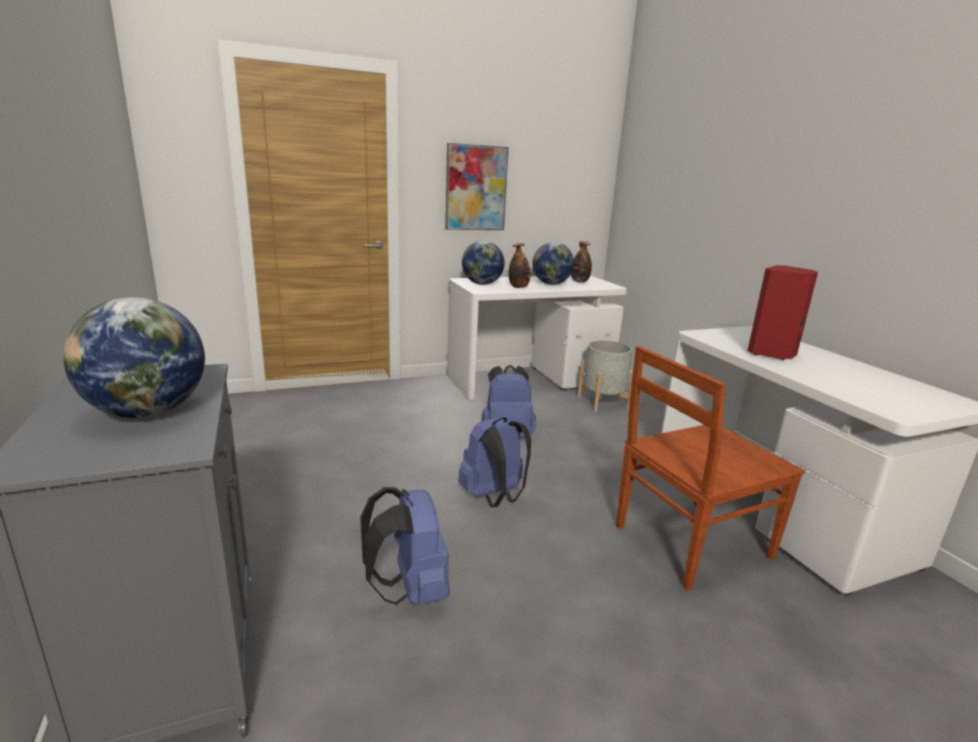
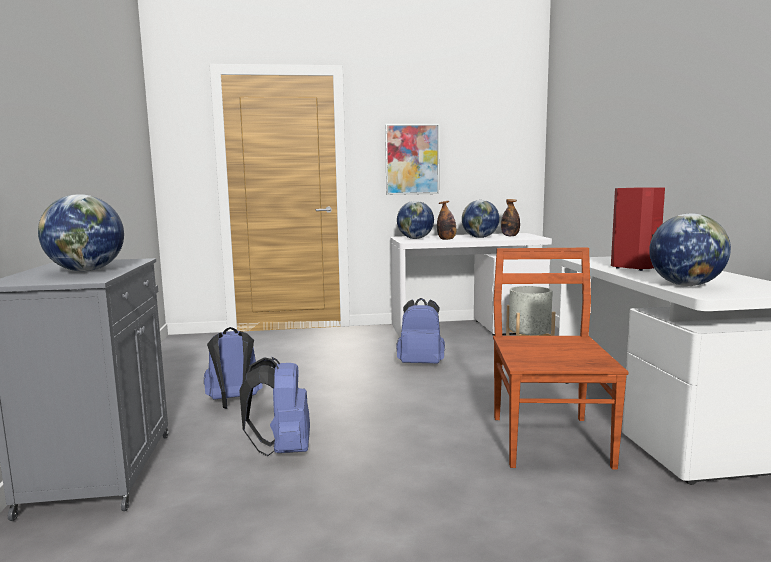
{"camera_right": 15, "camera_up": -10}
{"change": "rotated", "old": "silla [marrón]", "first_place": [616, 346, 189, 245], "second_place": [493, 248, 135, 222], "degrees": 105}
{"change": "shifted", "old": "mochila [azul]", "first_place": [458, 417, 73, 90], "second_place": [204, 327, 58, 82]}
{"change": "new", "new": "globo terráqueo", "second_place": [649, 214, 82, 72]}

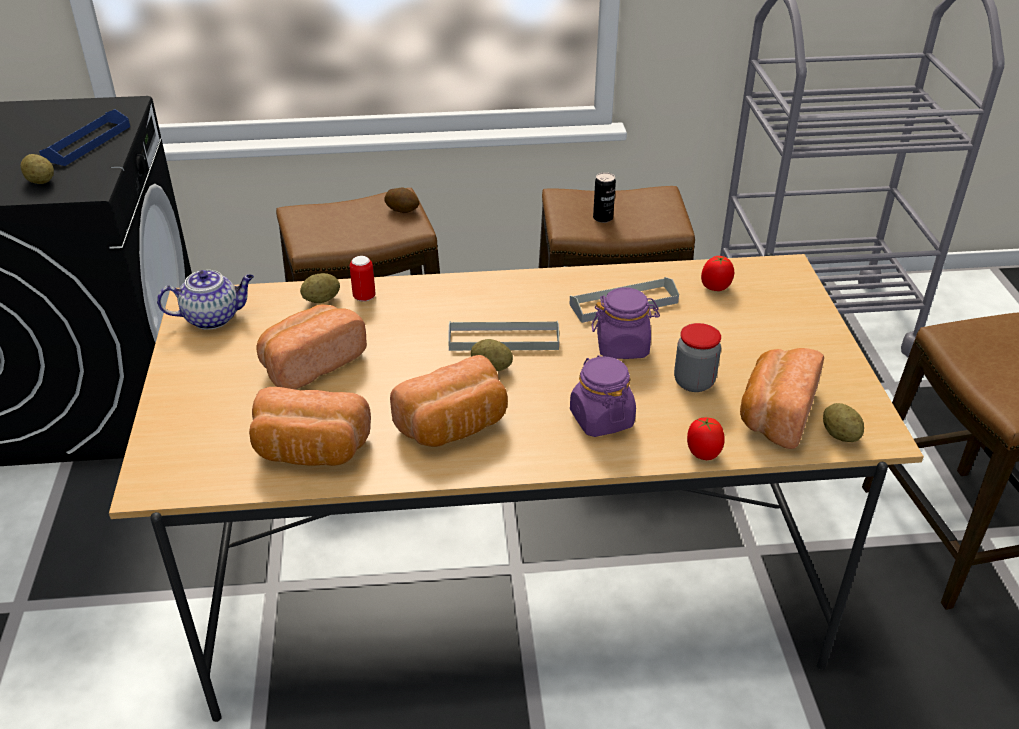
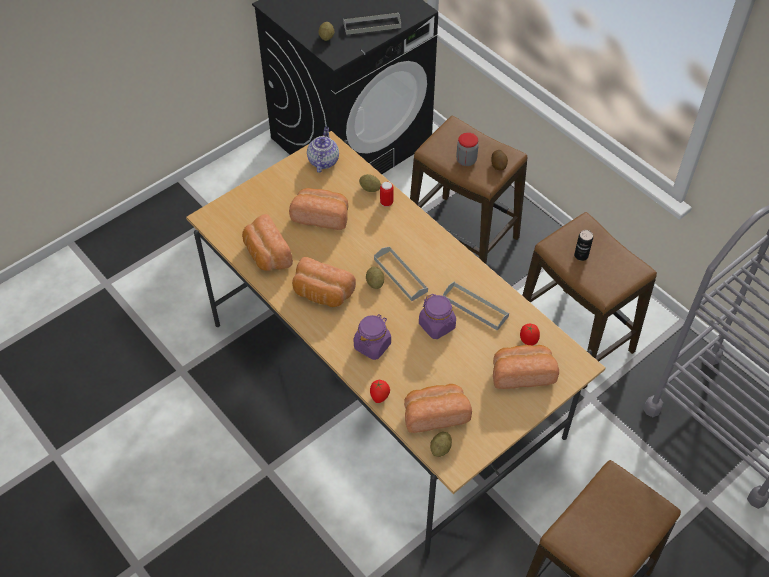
{"camera_right": 55, "camera_up": 15}
{"change": "repainted", "old": "bandeja [azul]", "new": "bandeja [gris]", "first_place": [39, 109, 91, 57], "second_place": [343, 12, 58, 23]}
{"change": "rotated", "old": "tetera", "first_place": [157, 270, 97, 60], "second_place": [307, 127, 32, 46], "degrees": -120}
{"change": "shifted", "old": "tarro", "first_place": [674, 323, 47, 69], "second_place": [456, 133, 23, 33]}
{"change": "new", "new": "pan", "second_place": [493, 345, 66, 44]}

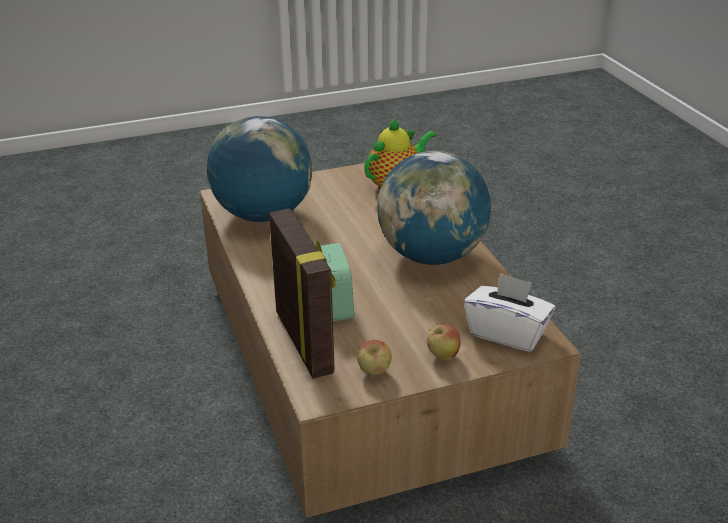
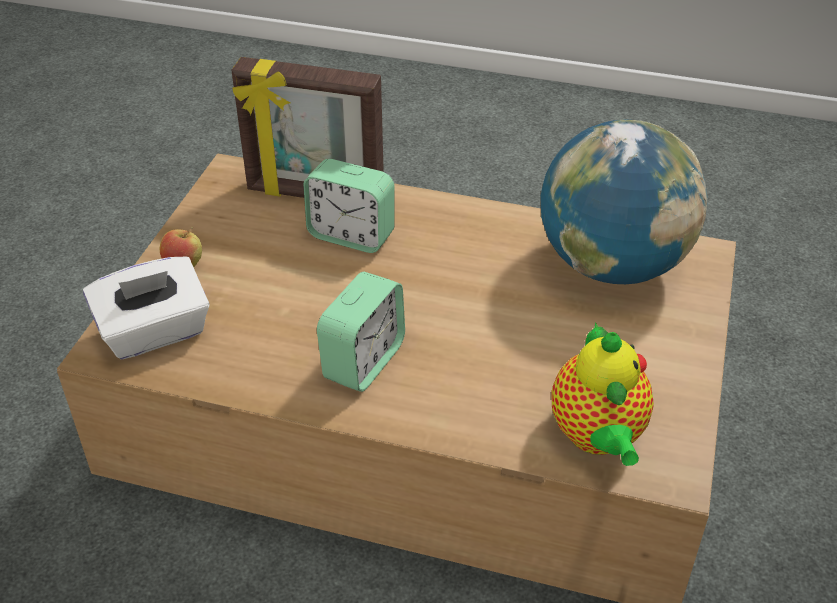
{"camera_right": 125, "camera_up": 10}
{"change": "swapped", "old": "globo terráqueo", "new": "despertador", "first_place": [377, 151, 114, 114], "second_place": [317, 272, 88, 120]}
{"change": "gone", "old": "manzana", "first_place": [357, 340, 35, 35]}

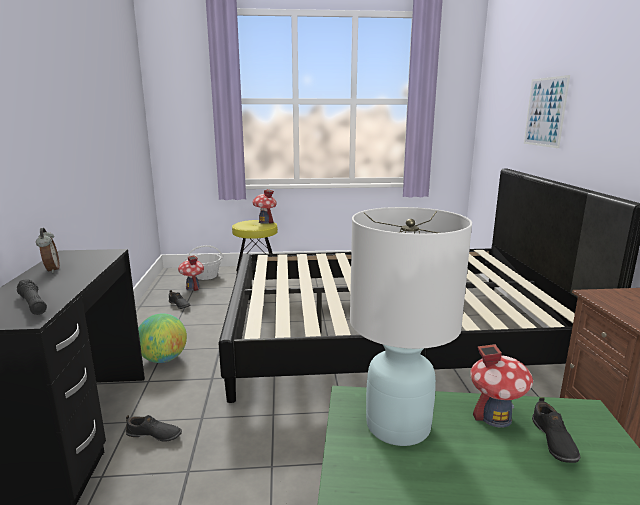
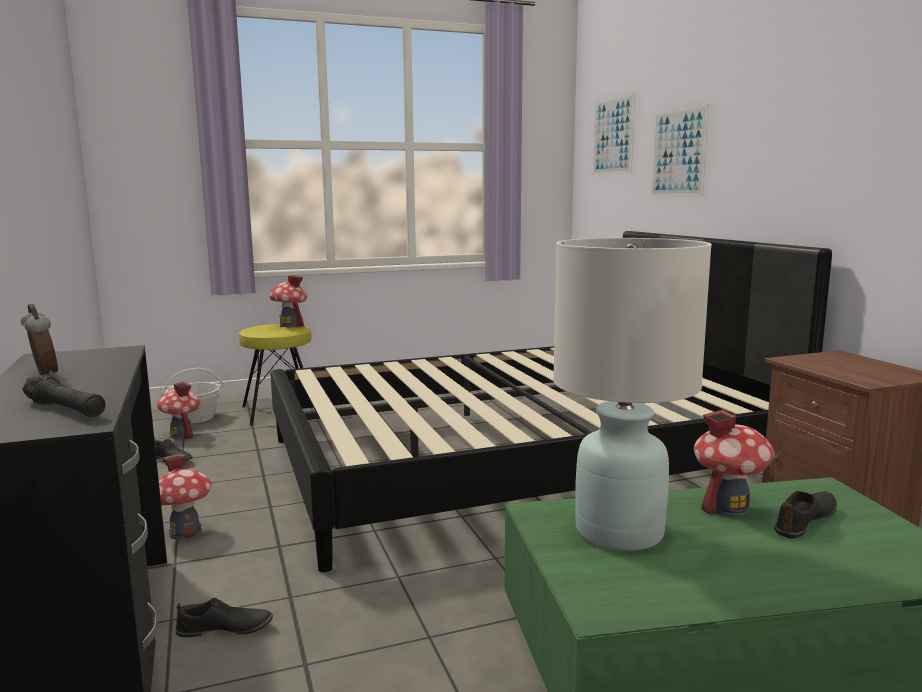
{"camera_right": -15, "camera_up": -5}
{"change": "swapped", "old": "globo terráqueo", "new": "casita", "first_place": [138, 313, 49, 50], "second_place": [159, 454, 52, 86]}
{"change": "rotated", "old": "zapato [negro]", "first_place": [532, 397, 48, 66], "second_place": [774, 491, 63, 47], "degrees": -120}
{"change": "new", "new": "cuadro", "second_place": [592, 93, 43, 82]}

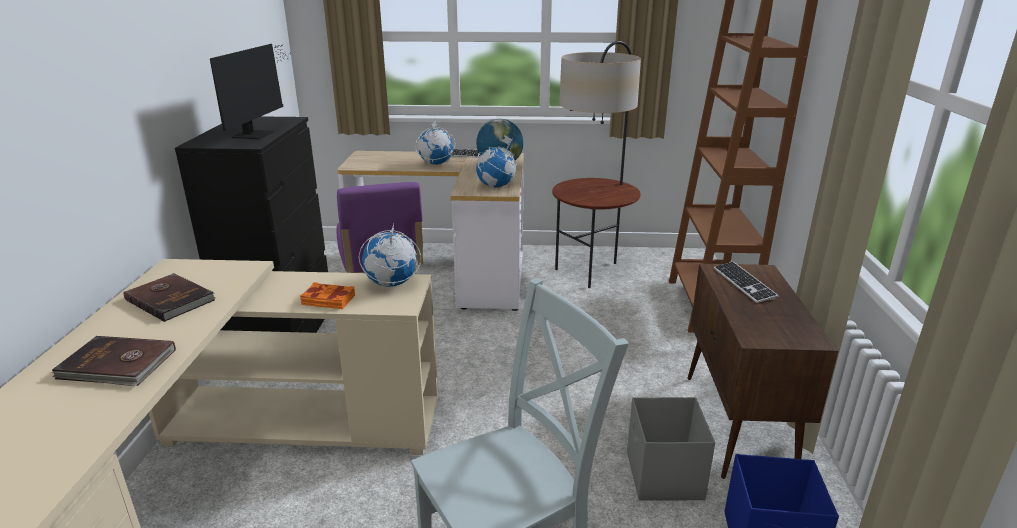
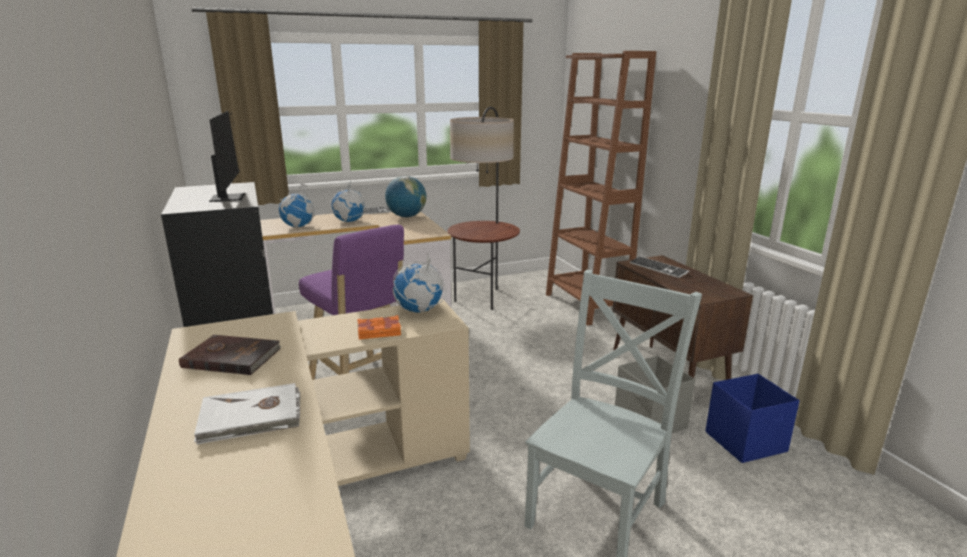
{"camera_right": -25, "camera_up": -5}
{"change": "shifted", "old": "globo terráqueo", "first_place": [476, 135, 41, 53], "second_place": [279, 182, 37, 46]}
{"change": "repainted", "old": "libro [marrón]", "new": "libro [blanco]", "first_place": [52, 336, 124, 50], "second_place": [194, 383, 106, 61]}

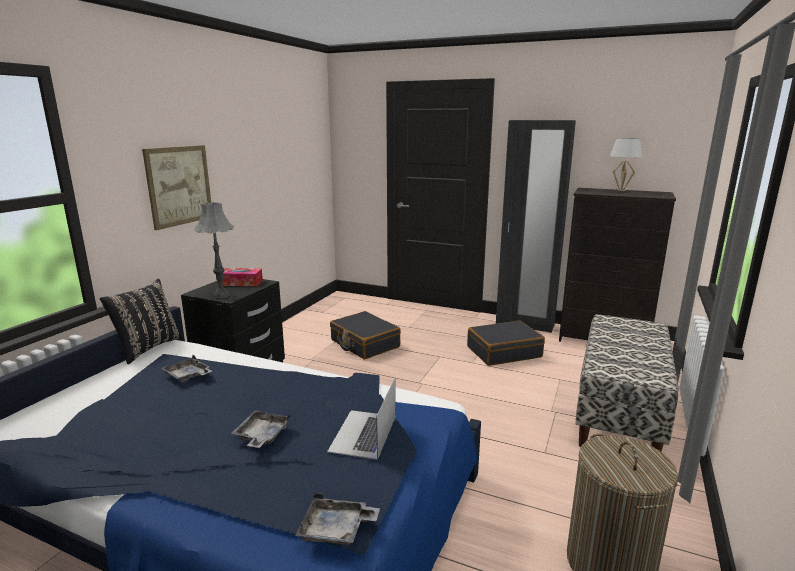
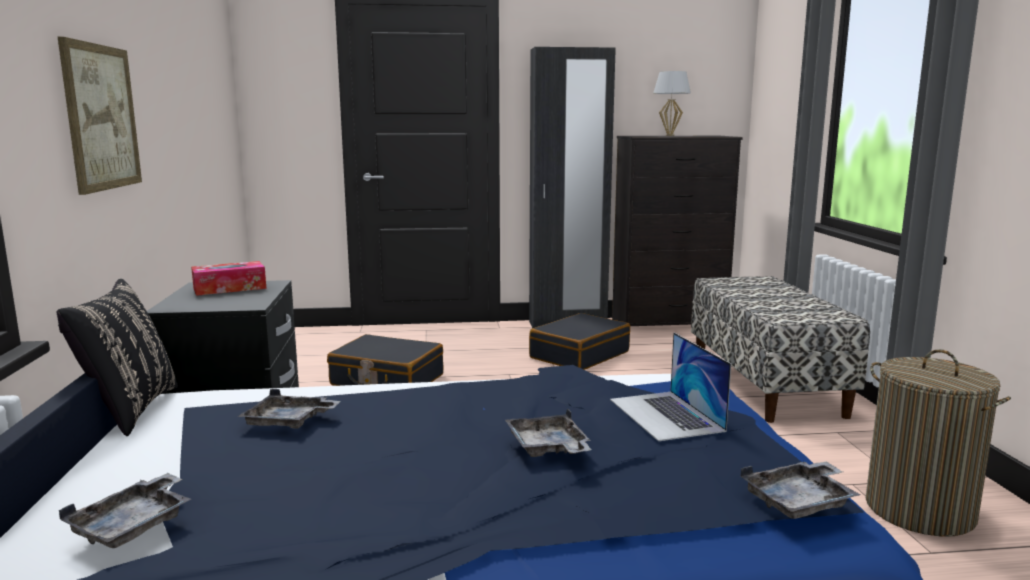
{"camera_right": -30, "camera_up": -5}
{"change": "gone", "old": "lámpara de mesa [gris]", "first_place": [195, 202, 39, 96]}
{"change": "new", "new": "bandeja [gris]", "second_place": [59, 473, 132, 75]}

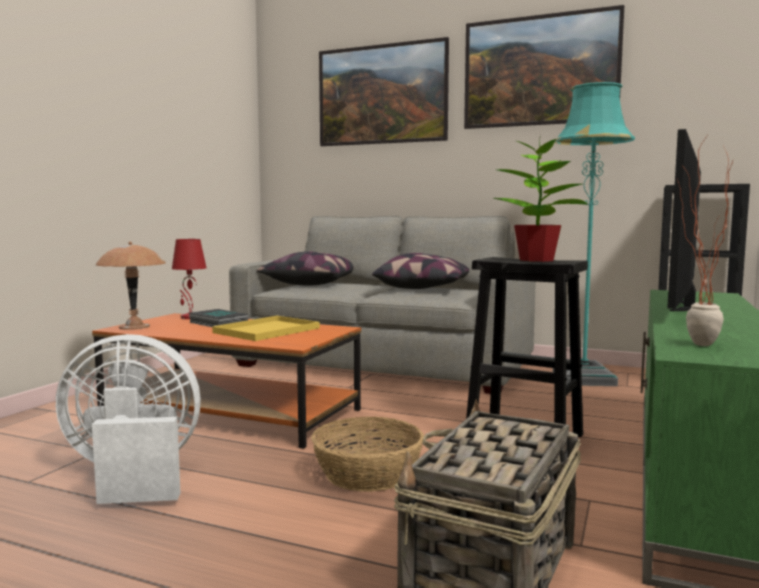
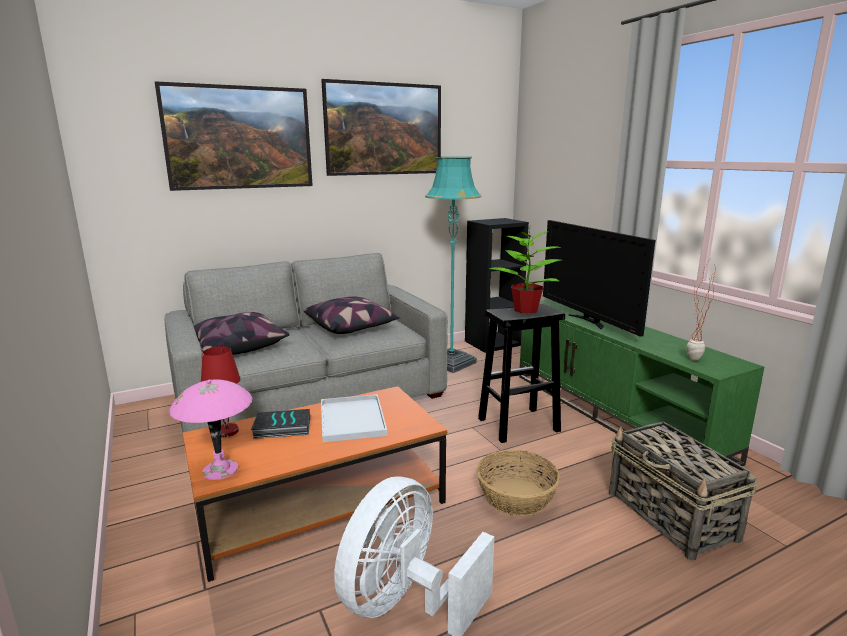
{"camera_right": -50, "camera_up": 10}
{"change": "repainted", "old": "lámpara de mesa [marrón]", "new": "lámpara de mesa [rosa]", "first_place": [96, 242, 70, 88], "second_place": [169, 379, 83, 101]}
{"change": "repainted", "old": "bandeja [amarillo]", "new": "bandeja [blanco]", "first_place": [212, 316, 108, 25], "second_place": [321, 394, 66, 48]}

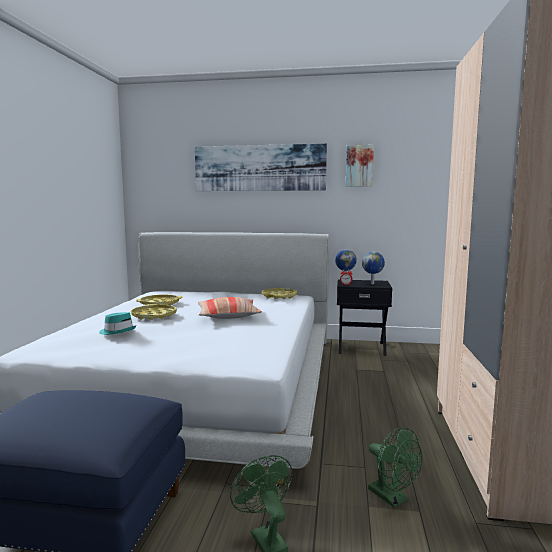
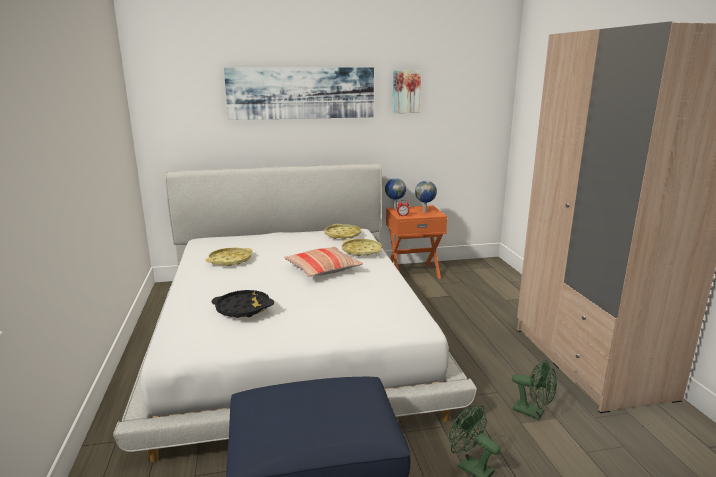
{"camera_right": -20, "camera_up": 10}
{"change": "repainted", "old": "mesita de noche [negro]", "new": "mesita de noche [naranja]", "first_place": [337, 280, 55, 76], "second_place": [386, 205, 61, 74]}
{"change": "shifted", "old": "bandeja [amarillo]", "first_place": [131, 304, 46, 16], "second_place": [342, 239, 40, 17]}
{"change": "swapped", "old": "sombrero [turquesa]", "new": "bandeja [negro]", "first_place": [99, 312, 38, 23], "second_place": [211, 290, 63, 28]}

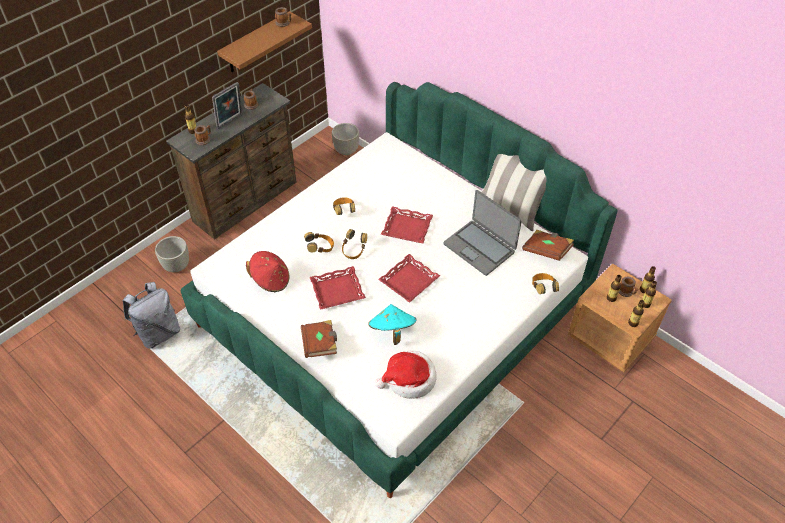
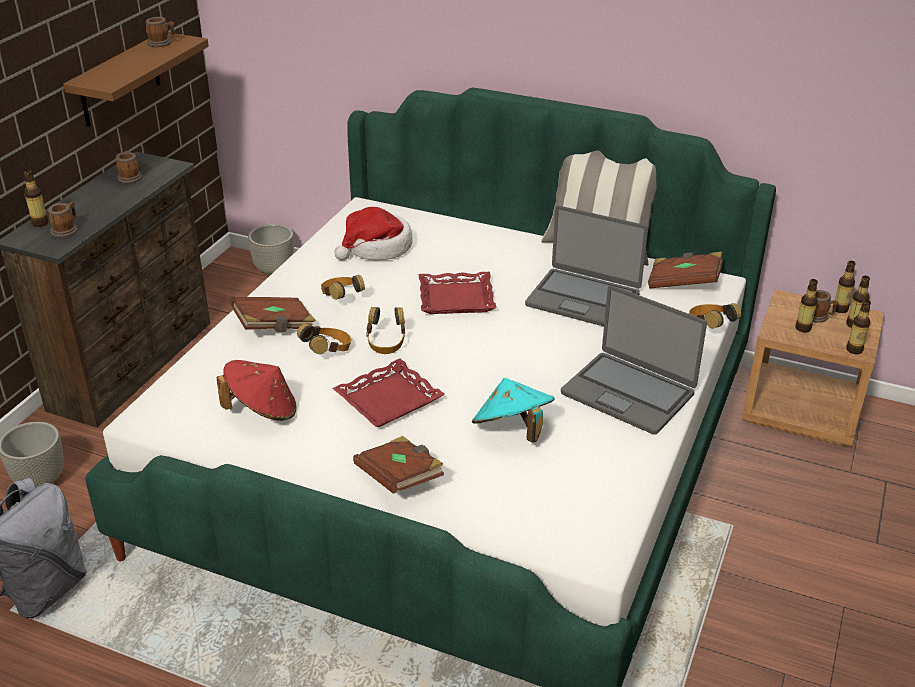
{"camera_right": -20, "camera_up": -15}
{"change": "gone", "old": "portarretratos", "first_place": [212, 82, 30, 47]}
{"change": "gone", "old": "bandeja [rojo]", "first_place": [378, 254, 62, 49]}
{"change": "shifted", "old": "sombrero", "first_place": [375, 351, 62, 48], "second_place": [334, 207, 79, 54]}
{"change": "new", "new": "portátil", "second_place": [561, 285, 146, 150]}
{"change": "new", "new": "libro [marrón]", "second_place": [230, 297, 86, 35]}

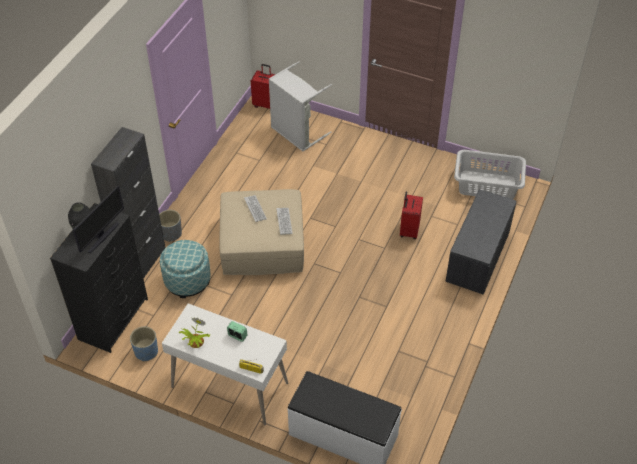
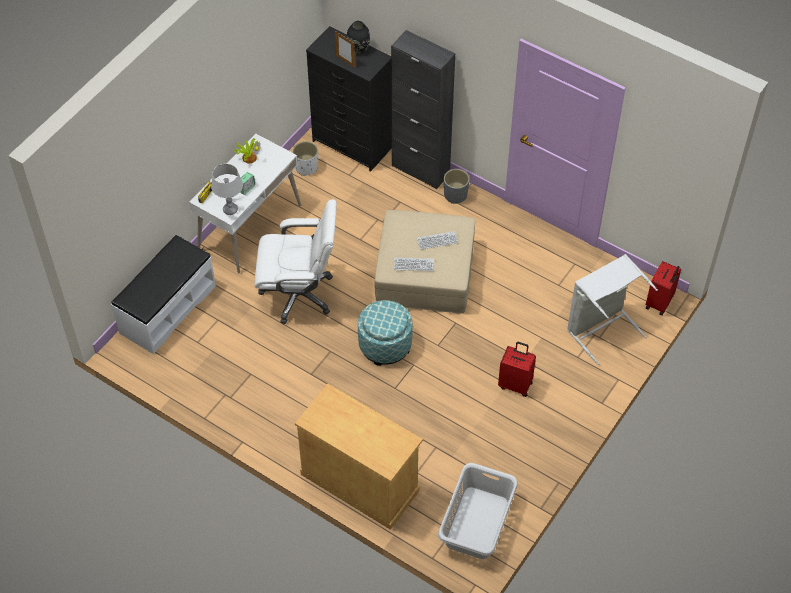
{"camera_right": 100, "camera_up": 5}
{"change": "swapped", "old": "monitor", "new": "portarretratos", "first_place": [73, 186, 51, 67], "second_place": [335, 31, 20, 37]}
{"change": "swapped", "old": "banco [gris]", "new": "armario [beis]", "first_place": [445, 189, 71, 106], "second_place": [295, 384, 128, 146]}
{"change": "shifted", "old": "maleta [rojo]", "first_place": [400, 192, 23, 47], "second_place": [498, 341, 38, 56]}
{"change": "shifted", "old": "puf", "first_place": [160, 240, 51, 58], "second_place": [358, 300, 55, 66]}
{"change": "repainted", "old": "maceta [azul]", "new": "maceta [blanco]", "first_place": [130, 327, 28, 34], "second_place": [293, 141, 25, 35]}
{"change": "new", "new": "lámpara de mesa [gris]", "second_place": [211, 164, 32, 51]}
{"change": "new", "new": "silla de oficina [blanco]", "second_place": [255, 199, 82, 125]}

